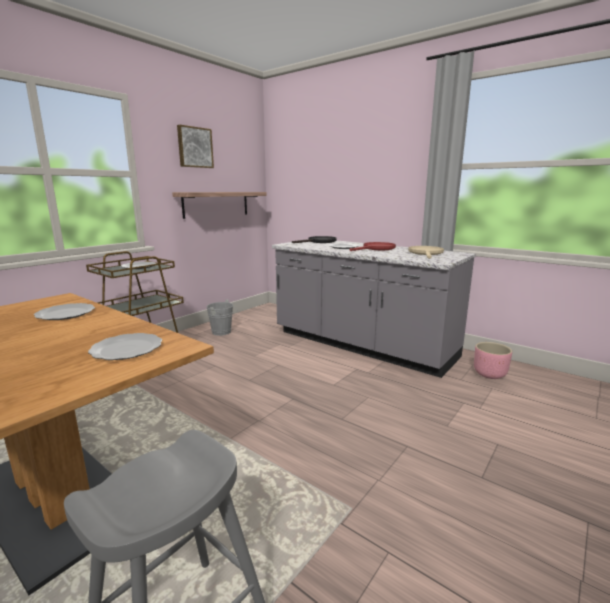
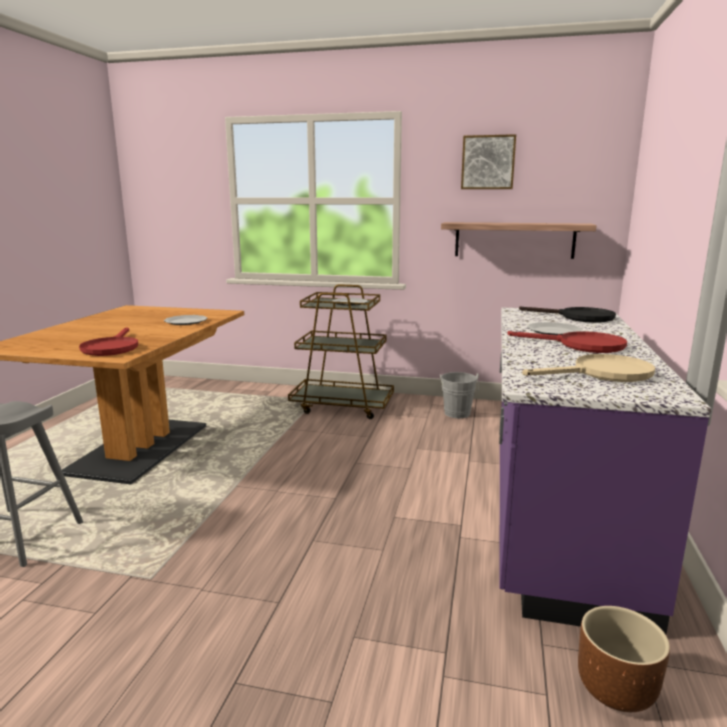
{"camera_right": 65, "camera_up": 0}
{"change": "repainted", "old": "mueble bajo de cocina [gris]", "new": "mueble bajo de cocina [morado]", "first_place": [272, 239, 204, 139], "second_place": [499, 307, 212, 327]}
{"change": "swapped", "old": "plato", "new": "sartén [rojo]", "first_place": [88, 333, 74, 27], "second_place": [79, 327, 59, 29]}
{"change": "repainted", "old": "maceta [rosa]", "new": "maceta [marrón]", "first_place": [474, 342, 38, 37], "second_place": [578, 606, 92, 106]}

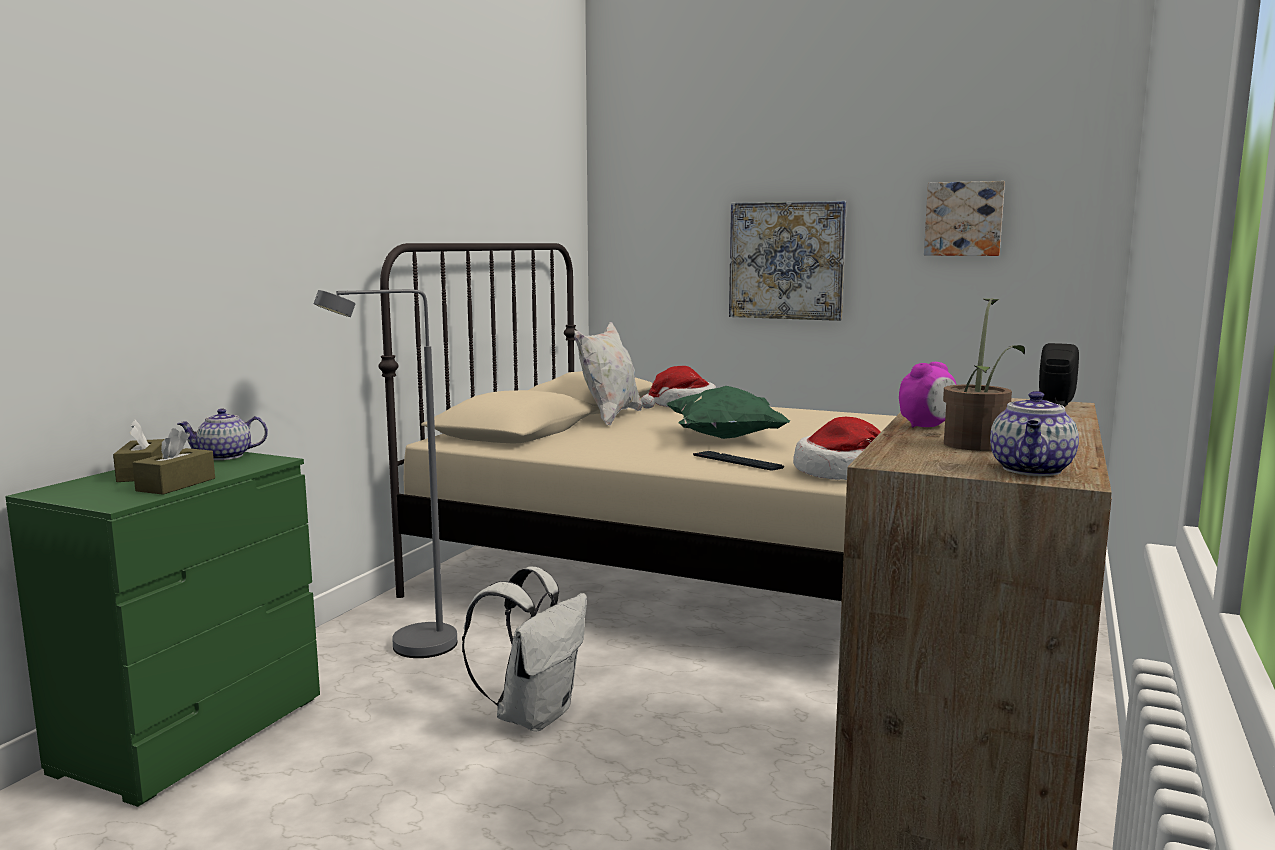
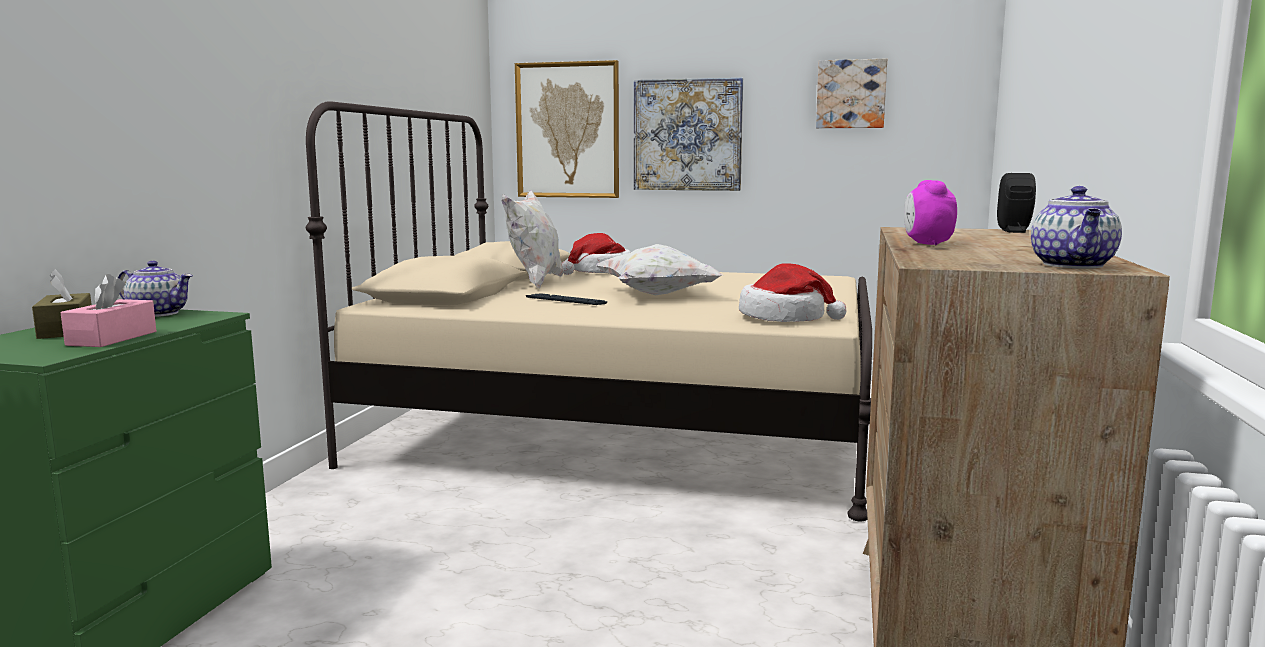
{"camera_right": -10, "camera_up": 0}
{"change": "gone", "old": "lámpara de pie [gris]", "first_place": [313, 289, 144, 369]}
{"change": "gone", "old": "planta en maceta", "first_place": [943, 298, 82, 153]}
{"change": "rotated", "old": "despertador", "first_place": [899, 362, 58, 66], "second_place": [904, 180, 53, 65], "degrees": 135}
{"change": "repainted", "old": "cojín [verde]", "new": "cojín [blanco]", "first_place": [667, 386, 123, 53], "second_place": [596, 244, 127, 51]}
{"change": "rotated", "old": "tetera", "first_place": [177, 409, 91, 51], "second_place": [118, 261, 75, 56], "degrees": -135}
{"change": "repainted", "old": "caja de pañuelos [marrón]", "new": "caja de pañuelos [rosa]", "first_place": [132, 428, 83, 67], "second_place": [61, 274, 95, 73]}
{"change": "shifted", "old": "teclado", "first_place": [693, 451, 91, 20], "second_place": [526, 293, 81, 12]}
{"change": "gone", "old": "mochila [blanco]", "first_place": [462, 567, 125, 164]}
{"change": "new", "new": "cuadro", "second_place": [515, 60, 104, 138]}

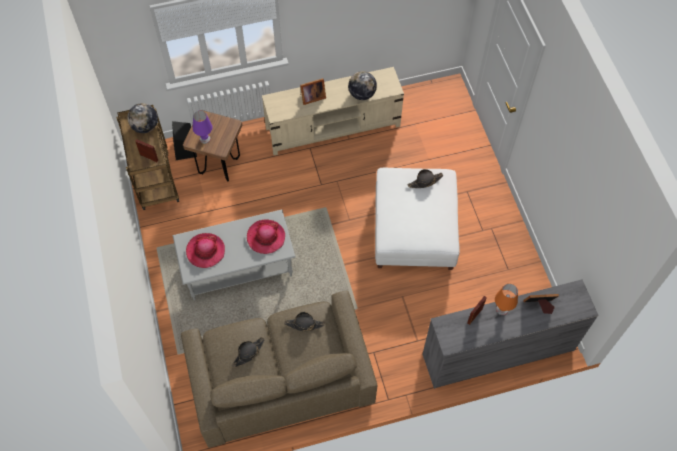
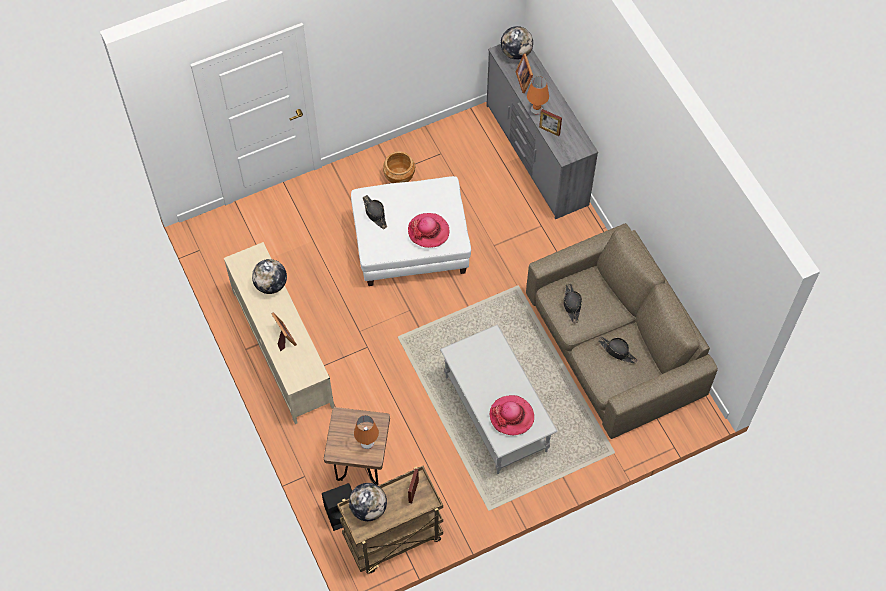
{"camera_right": -100, "camera_up": 0}
{"change": "repainted", "old": "lámpara de mesa [morado]", "new": "lámpara de mesa [naranja]", "first_place": [193, 111, 20, 33], "second_place": [354, 415, 25, 34]}
{"change": "shifted", "old": "sombrero", "first_place": [247, 219, 38, 35], "second_place": [408, 213, 42, 35]}
{"change": "new", "new": "globo terráqueo", "second_place": [501, 26, 32, 34]}
{"change": "new", "new": "maceta [marrón]", "second_place": [383, 151, 33, 32]}

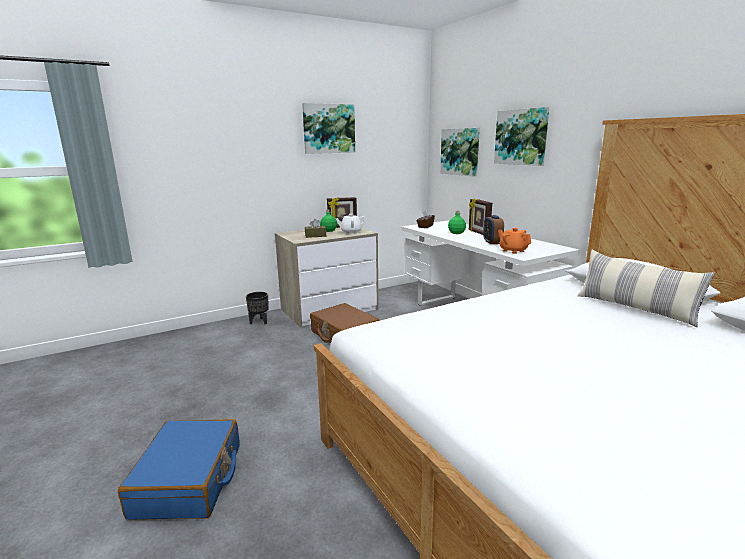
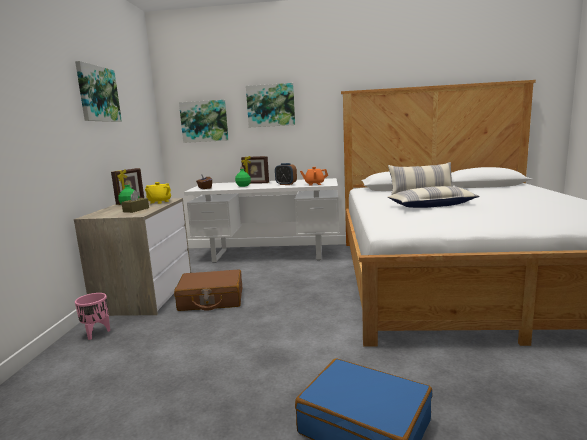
{"camera_right": -55, "camera_up": -5}
{"change": "repainted", "old": "tetera [blanco]", "new": "tetera [amarillo]", "first_place": [336, 214, 30, 20], "second_place": [145, 182, 26, 22]}
{"change": "repainted", "old": "maceta [negro]", "new": "maceta [rosa]", "first_place": [246, 292, 23, 32], "second_place": [75, 293, 35, 47]}
{"change": "new", "new": "cojín", "second_place": [388, 186, 92, 22]}

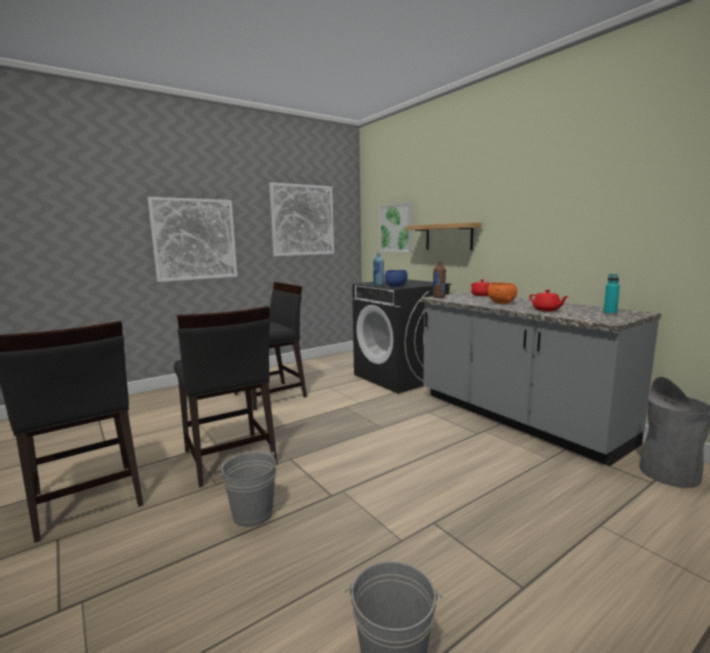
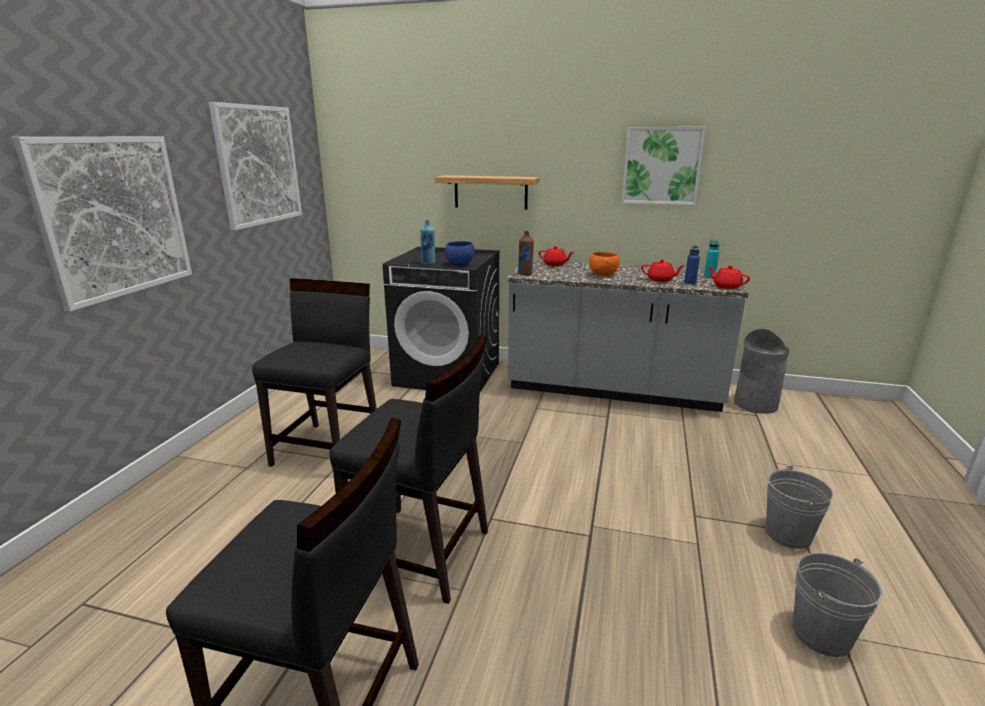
{"camera_right": -40, "camera_up": 10}
{"change": "shifted", "old": "cuadro", "first_place": [379, 202, 33, 50], "second_place": [622, 127, 84, 78]}
{"change": "shifted", "old": "cubo [gris]", "first_place": [219, 451, 57, 76], "second_place": [765, 466, 68, 83]}
{"change": "new", "new": "botella [azul]", "second_place": [684, 245, 16, 40]}
{"change": "new", "new": "tetera [rojo]", "second_place": [708, 266, 42, 23]}

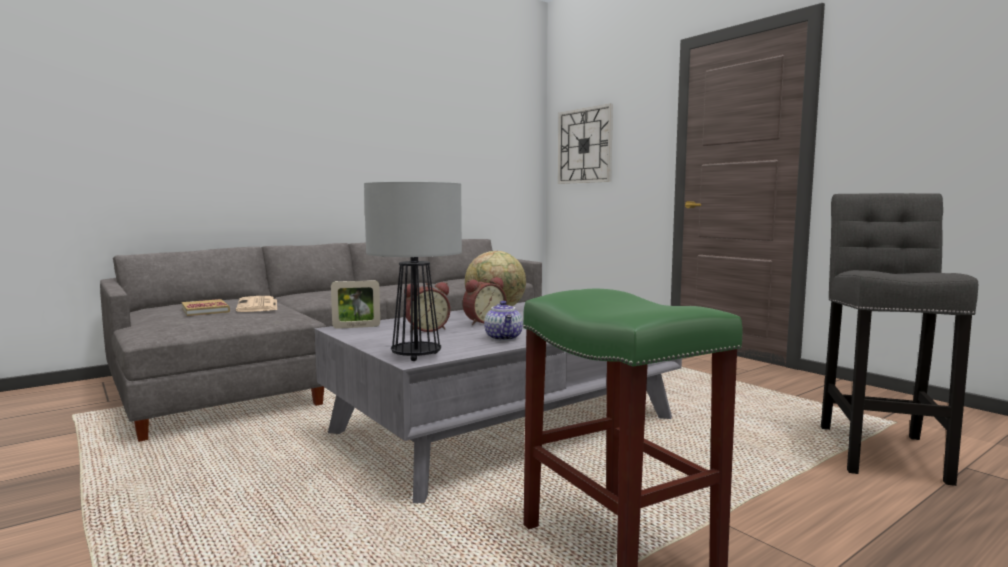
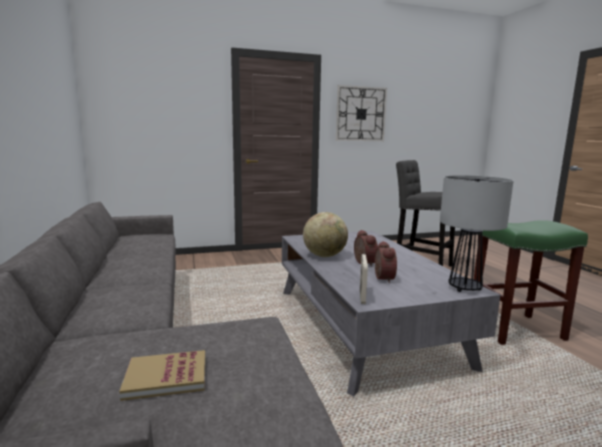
{"camera_right": -70, "camera_up": 5}
{"change": "shifted", "old": "reloj de pared", "first_place": [558, 103, 55, 81], "second_place": [336, 85, 51, 56]}
{"change": "gone", "old": "periódico", "first_place": [236, 296, 41, 16]}
{"change": "gone", "old": "tetera", "first_place": [484, 301, 39, 40]}

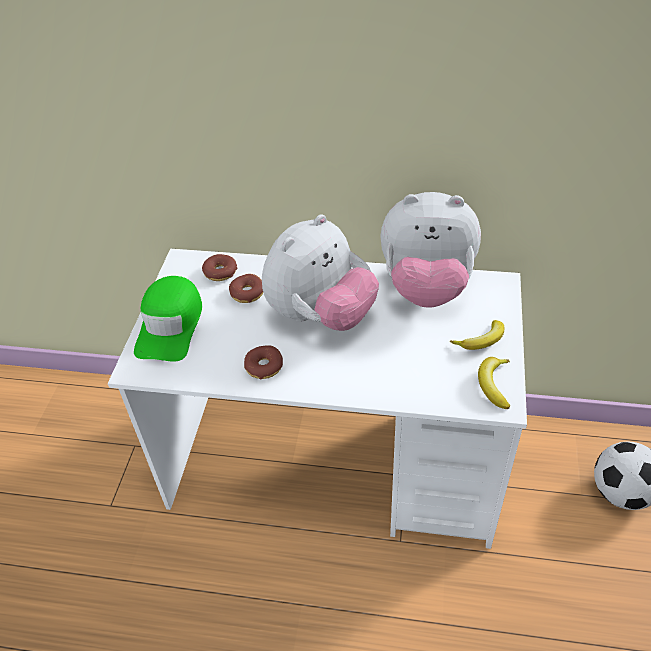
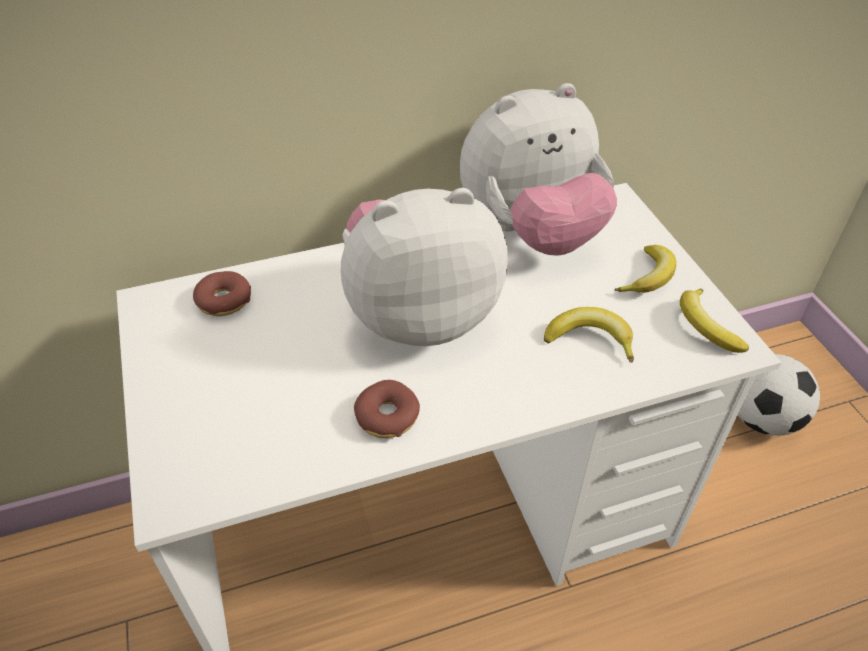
{"camera_right": -30, "camera_up": 0}
{"change": "rotated", "old": "peluche", "first_place": [262, 214, 117, 117], "second_place": [341, 188, 167, 158], "degrees": -120}
{"change": "gone", "old": "rosquilla", "first_place": [229, 274, 34, 29]}
{"change": "gone", "old": "gorra [verde]", "first_place": [134, 276, 68, 85]}
{"change": "new", "new": "plátano", "second_place": [544, 307, 90, 55]}

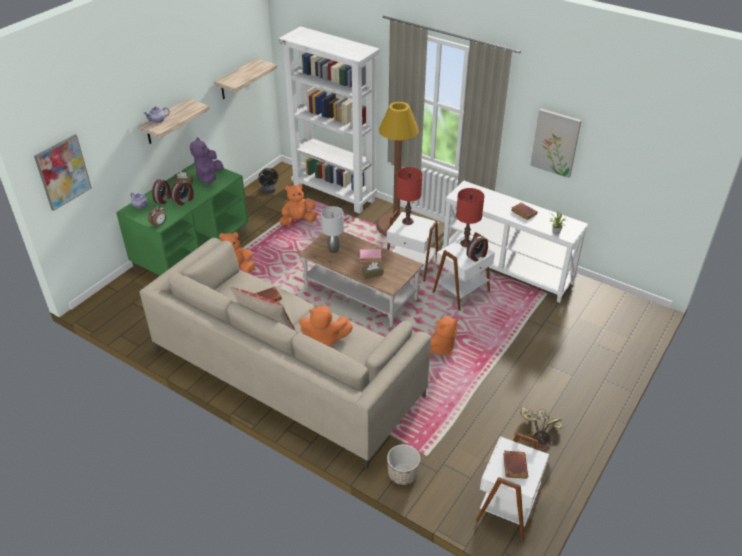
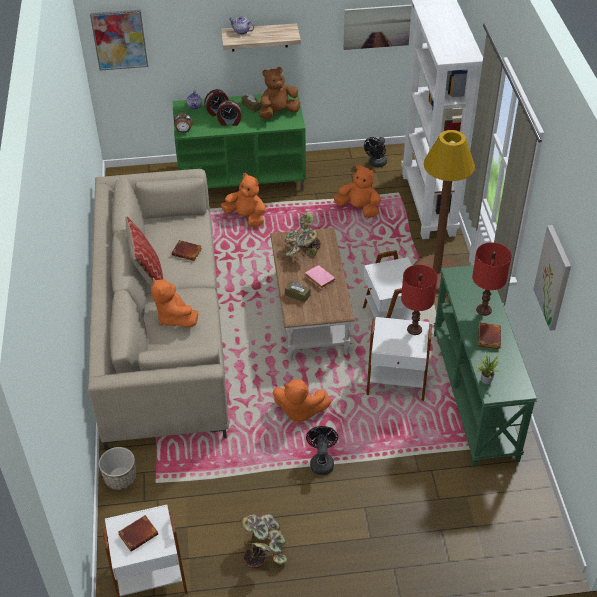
{"camera_right": 50, "camera_up": 5}
{"change": "swapped", "old": "estante", "new": "cuadro", "first_place": [215, 59, 62, 40], "second_place": [344, 5, 68, 45]}
{"change": "repainted", "old": "peluche [morado]", "new": "peluche [marrón]", "first_place": [190, 137, 34, 47], "second_place": [259, 67, 41, 52]}
{"change": "shifted", "old": "lámpara de mesa [rojo]", "first_place": [396, 167, 26, 58], "second_place": [472, 242, 40, 74]}
{"change": "repainted", "old": "mesa consola [blanco]", "new": "mesa consola [verde]", "first_place": [442, 181, 146, 122], "second_place": [434, 265, 103, 202]}
{"change": "swapped", "old": "lámpara de mesa [gris]", "new": "planta en maceta", "first_place": [321, 206, 23, 47], "second_place": [284, 212, 37, 45]}
{"change": "gone", "old": "despertador", "first_place": [466, 236, 22, 26]}
{"change": "new", "new": "ventilador [negro]", "second_place": [306, 426, 32, 49]}

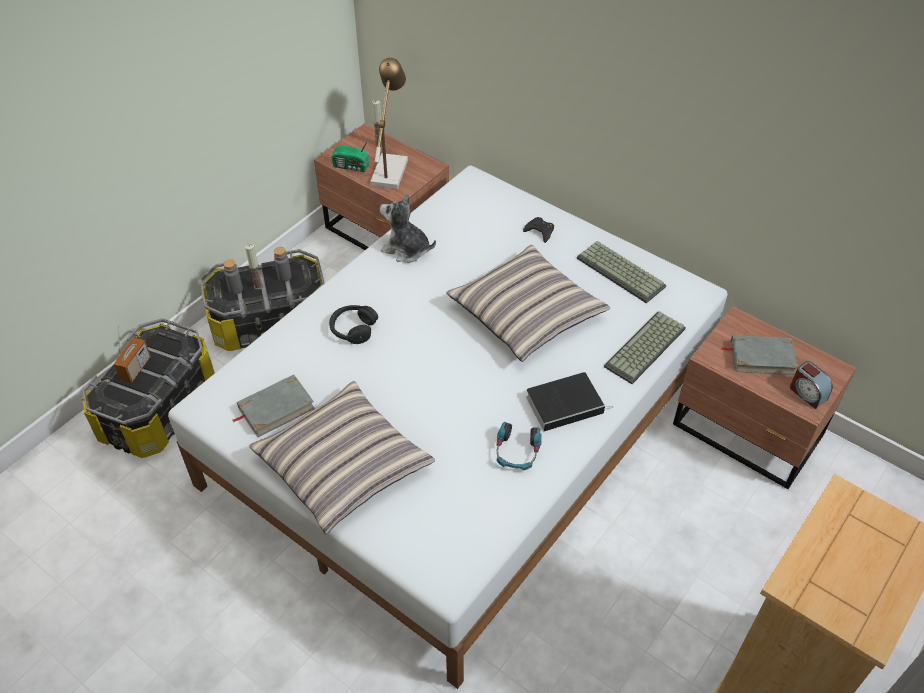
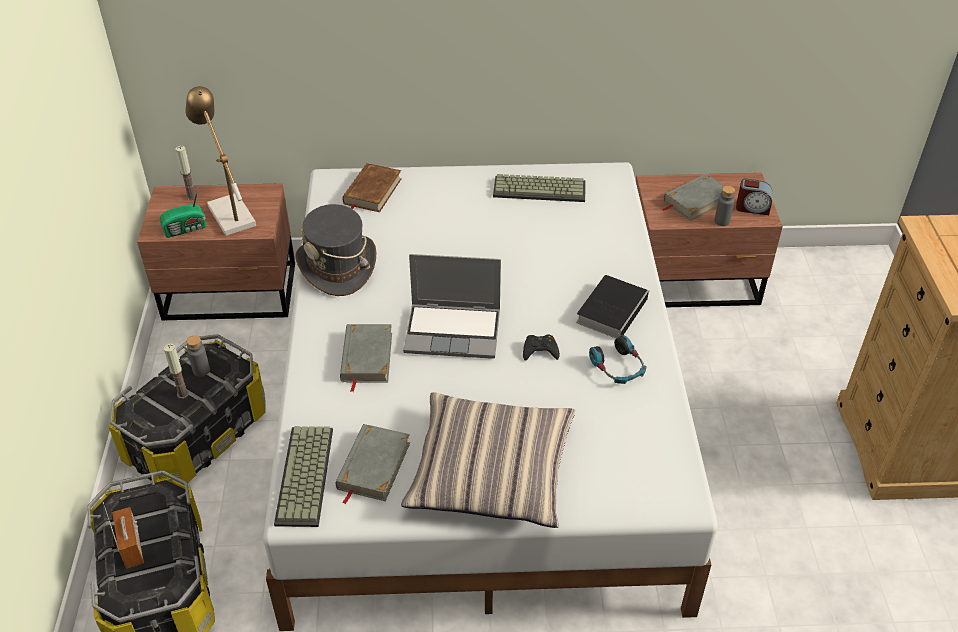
{"camera_right": -40, "camera_up": -5}
{"change": "swapped", "old": "peluche", "new": "sombrero [gris]", "first_place": [380, 194, 56, 69], "second_place": [295, 204, 81, 92]}
{"change": "shifted", "old": "mando de consola [negro]", "first_place": [523, 217, 31, 26], "second_place": [523, 334, 37, 27]}
{"change": "gone", "old": "cojín", "first_place": [446, 245, 164, 117]}
{"change": "shifted", "old": "botella [gris]", "first_place": [224, 259, 19, 35], "second_place": [714, 186, 21, 40]}
{"change": "swapped", "old": "auriculares [negro]", "new": "libro [gris]", "first_place": [329, 305, 49, 39], "second_place": [340, 324, 52, 68]}
{"change": "shifted", "old": "teclado", "first_place": [604, 312, 82, 72], "second_place": [274, 426, 59, 101]}
{"change": "new", "new": "libro [marrón]", "second_place": [343, 163, 58, 49]}
{"change": "new", "new": "portátil", "second_place": [403, 254, 98, 105]}

